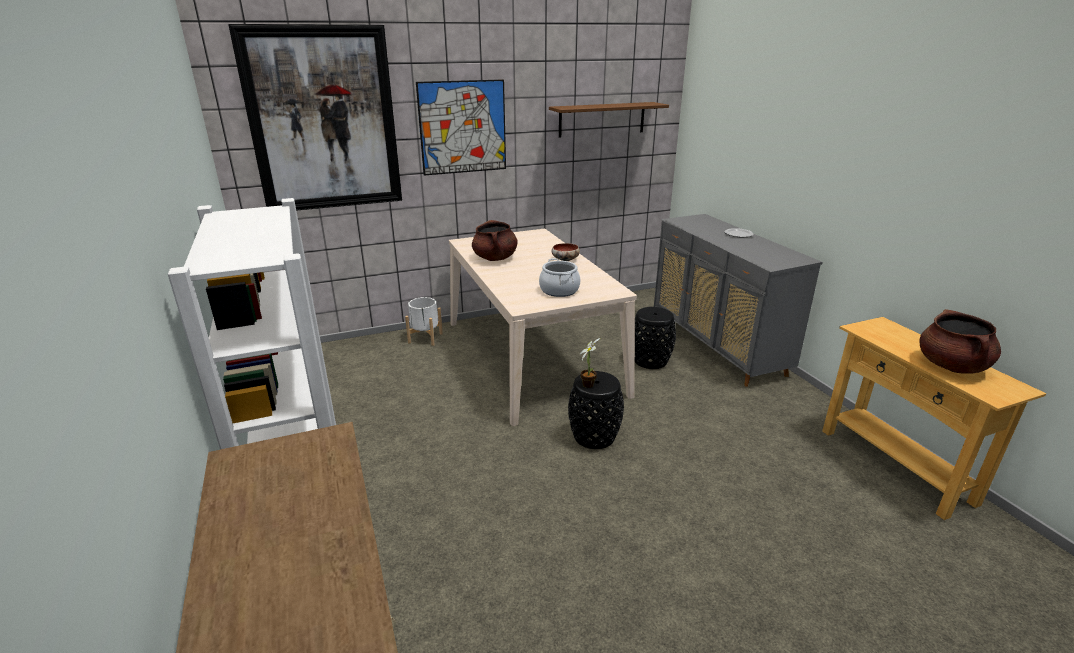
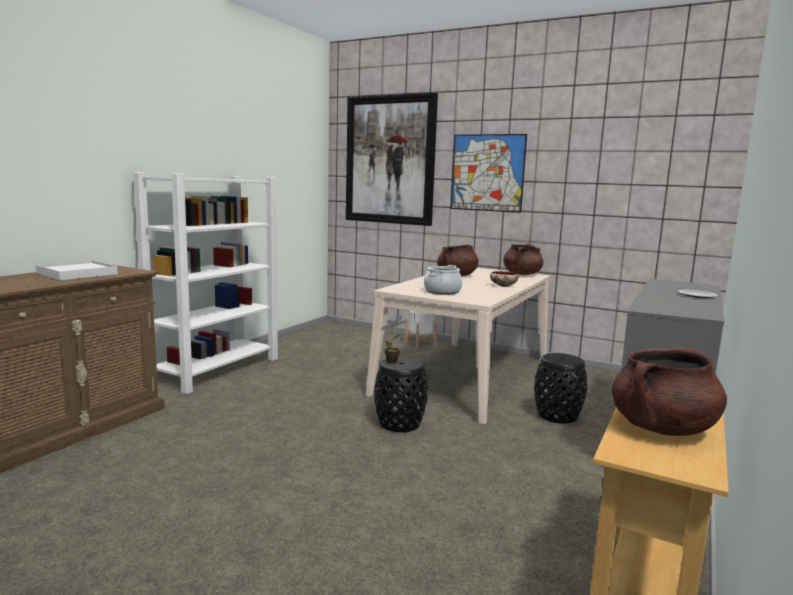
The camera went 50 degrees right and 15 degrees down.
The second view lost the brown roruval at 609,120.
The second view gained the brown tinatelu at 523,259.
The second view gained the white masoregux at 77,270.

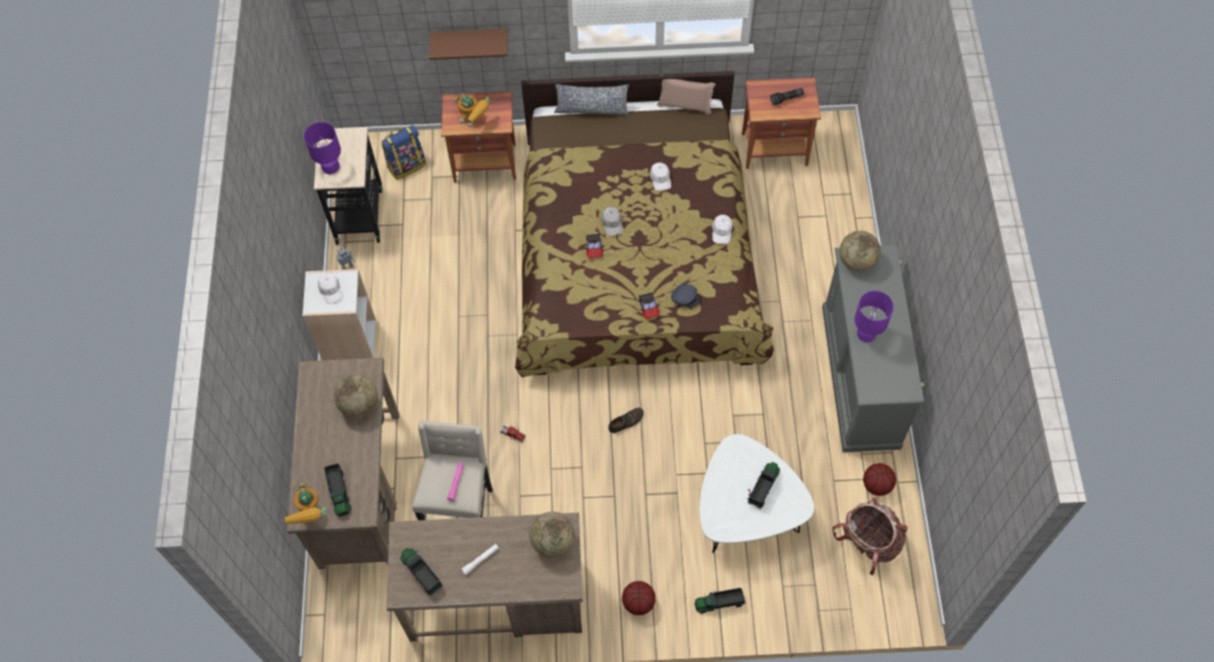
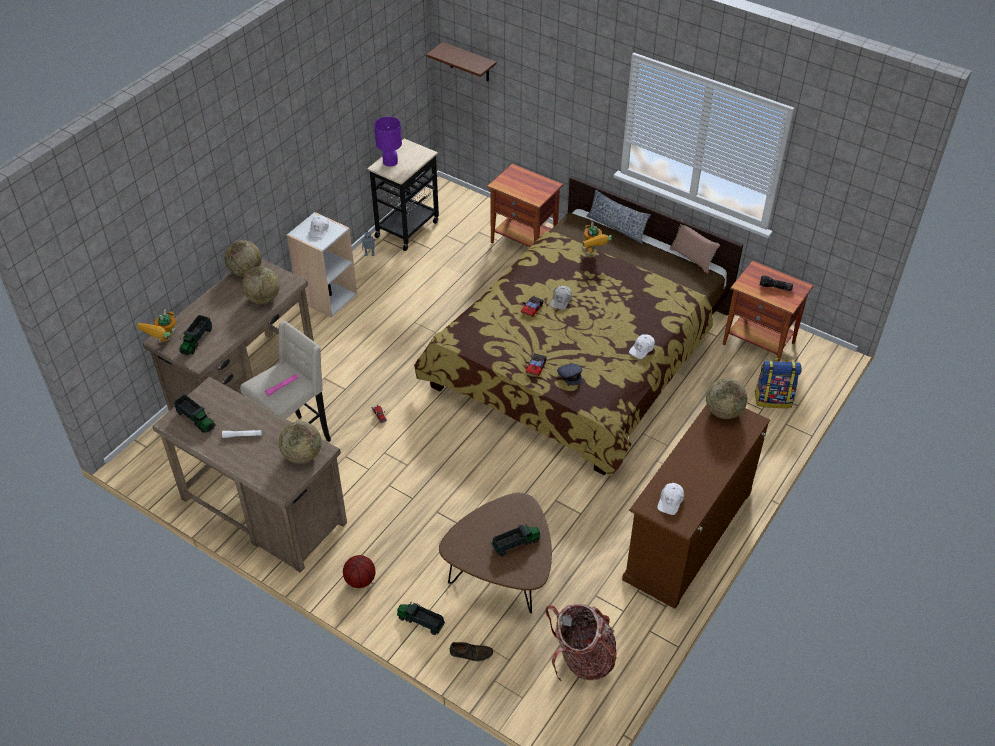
The camera went 35 degrees right and 15 degrees down.
The brown roruval ended up elsewhere, having gone from 468,44 to 461,61.
The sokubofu ended up elsewhere, having gone from 472,110 to 597,239.
The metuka ended up elsewhere, having gone from 403,152 to 778,383.
The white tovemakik ended up elsewhere, having gone from 660,177 to 670,499.
What was the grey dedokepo at 873,348 turned into the brown dedokepo at 696,506.
The second view lost the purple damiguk at 874,316.
The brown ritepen ended up elsewhere, having gone from 626,420 to 471,651.
What was the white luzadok at 756,493 turned into the brown luzadok at 495,553.
The second view lost the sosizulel at 879,479.
The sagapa at 421,572 ended up facing another way, 135 degrees clockwise from before.
The second view gained the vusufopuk at 243,258.

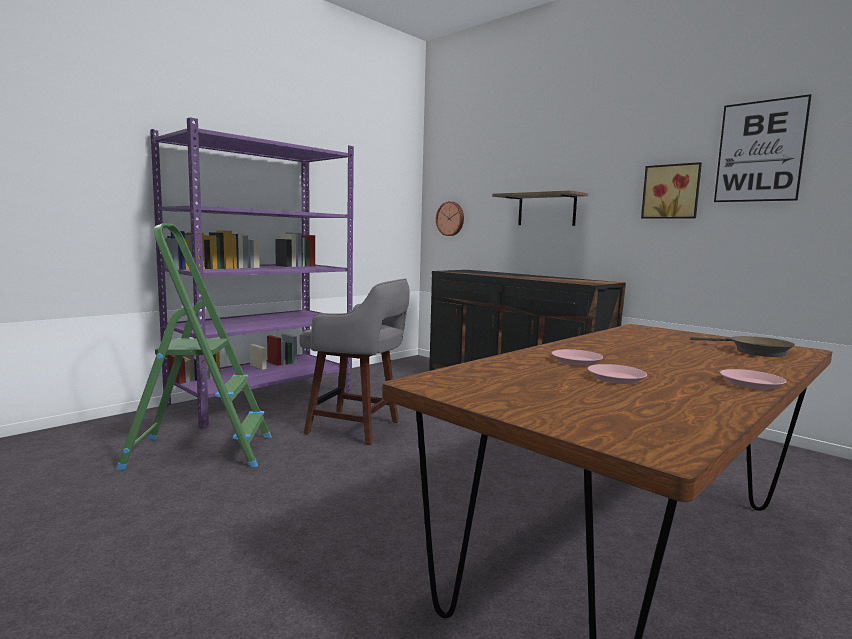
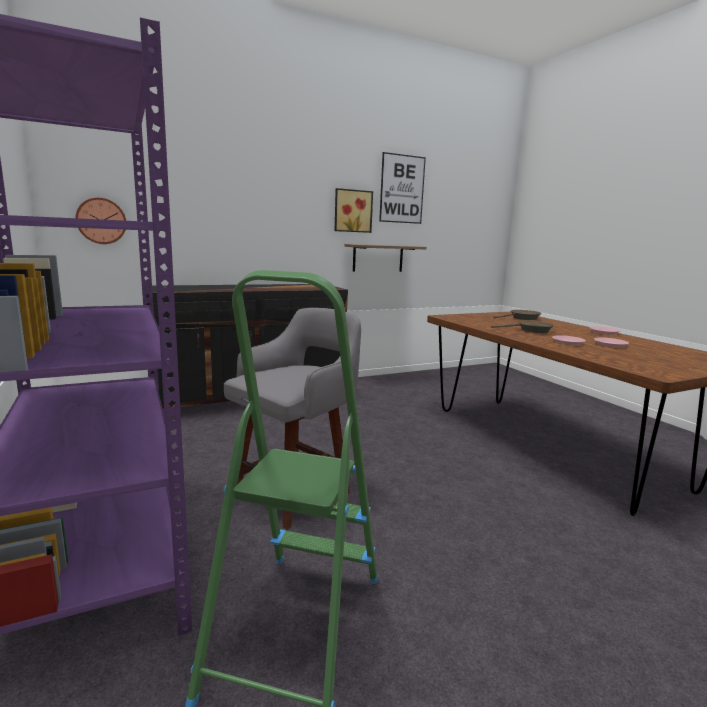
The camera went 70 degrees left and 5 degrees up.
The roruval ended up elsewhere, having gone from 540,208 to 385,258.
The second view gained the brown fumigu at 522,326.

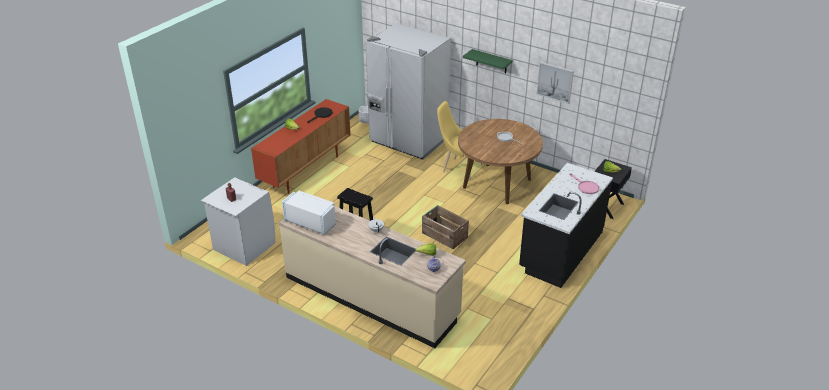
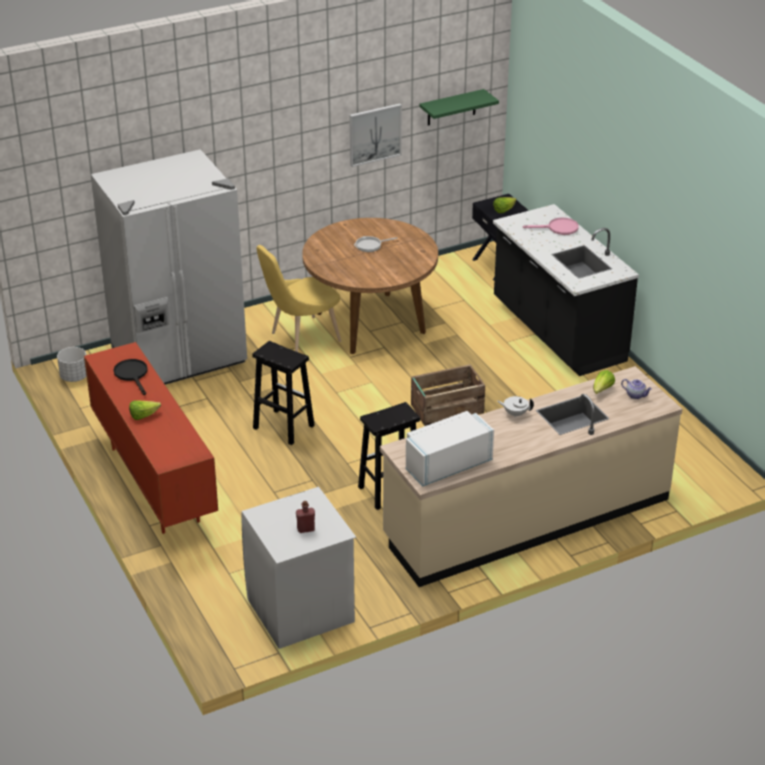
The camera went 60 degrees left and 0 degrees up.
The green roruval ended up elsewhere, having gone from 488,61 to 459,107.
The second view gained the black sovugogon at 283,393.

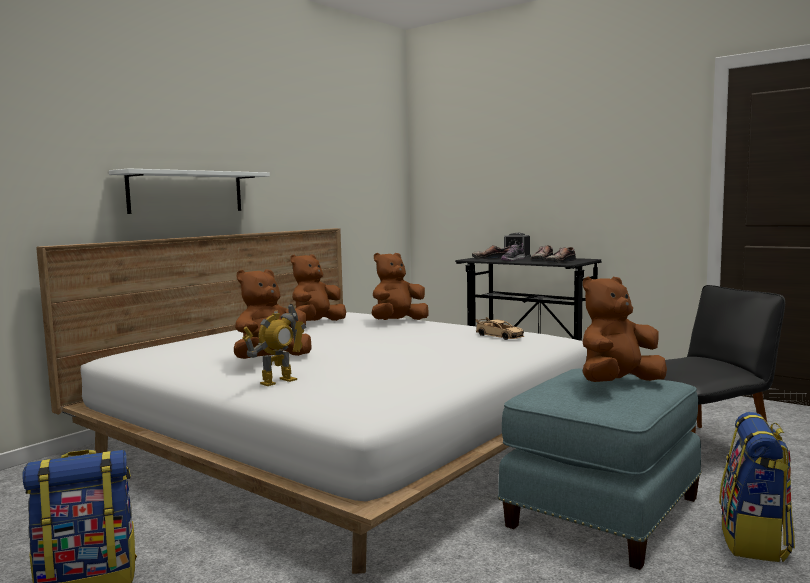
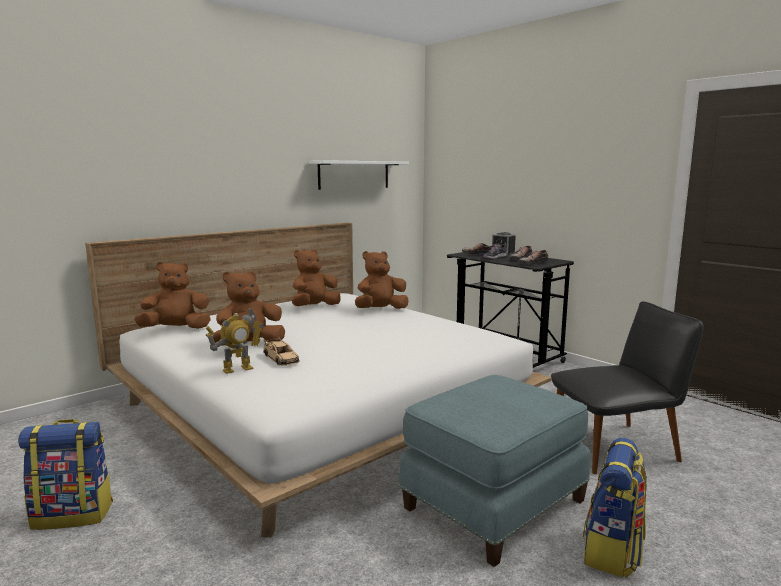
The camera went 10 degrees right and 5 degrees up.
The white roruval ended up elsewhere, having gone from 189,191 to 359,175.
The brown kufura ended up elsewhere, having gone from 625,329 to 172,295.
The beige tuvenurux ended up elsewhere, having gone from 499,328 to 281,351.

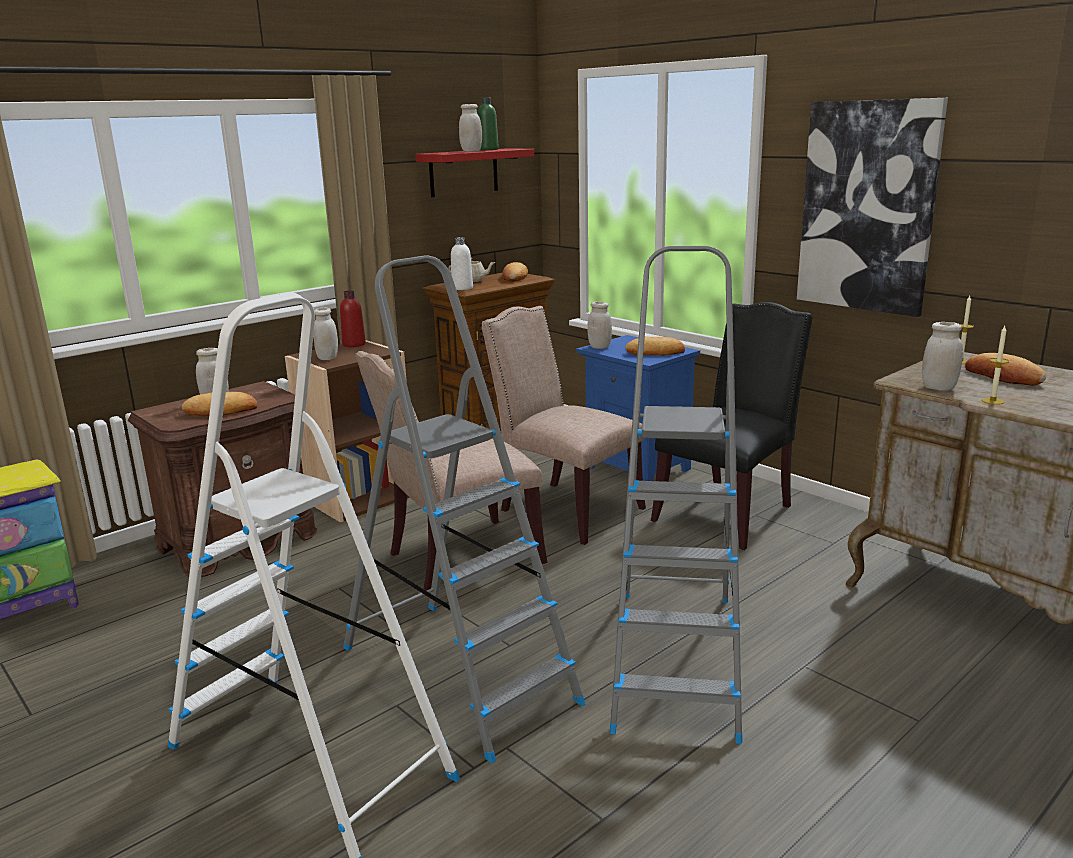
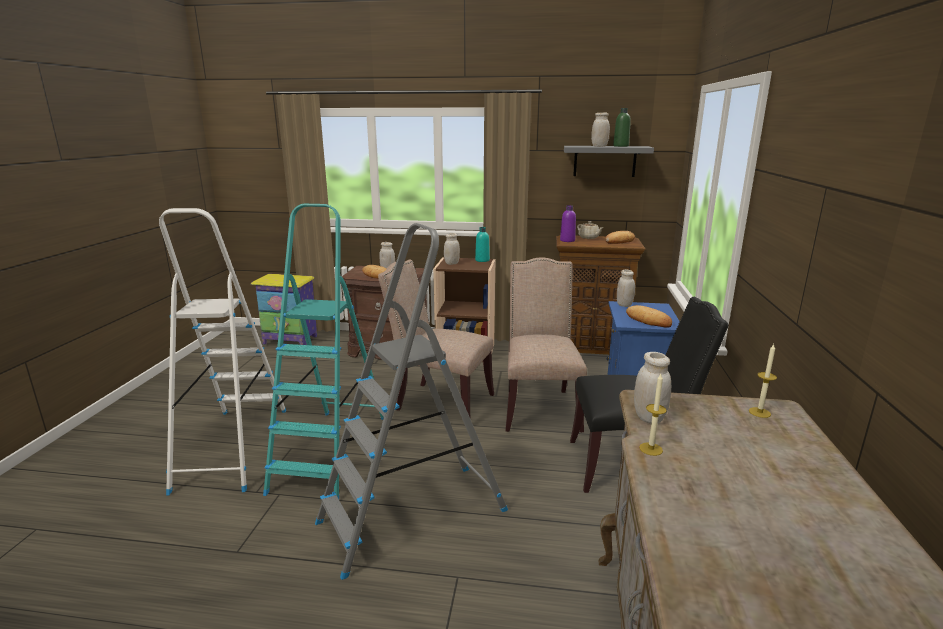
The camera went 50 degrees right and 0 degrees up.
The second view lost the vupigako at 872,207.
What was the red roruval at 474,172 turned into the grey roruval at 609,161.
What was the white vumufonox at 462,263 turned into the purple vumufonox at 568,223.
What was the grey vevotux at 464,509 turned into the turquoise vevotux at 323,351.
What was the red vumufonox at 353,318 turned into the turquoise vumufonox at 482,244.
The second view lost the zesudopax at 1005,369.

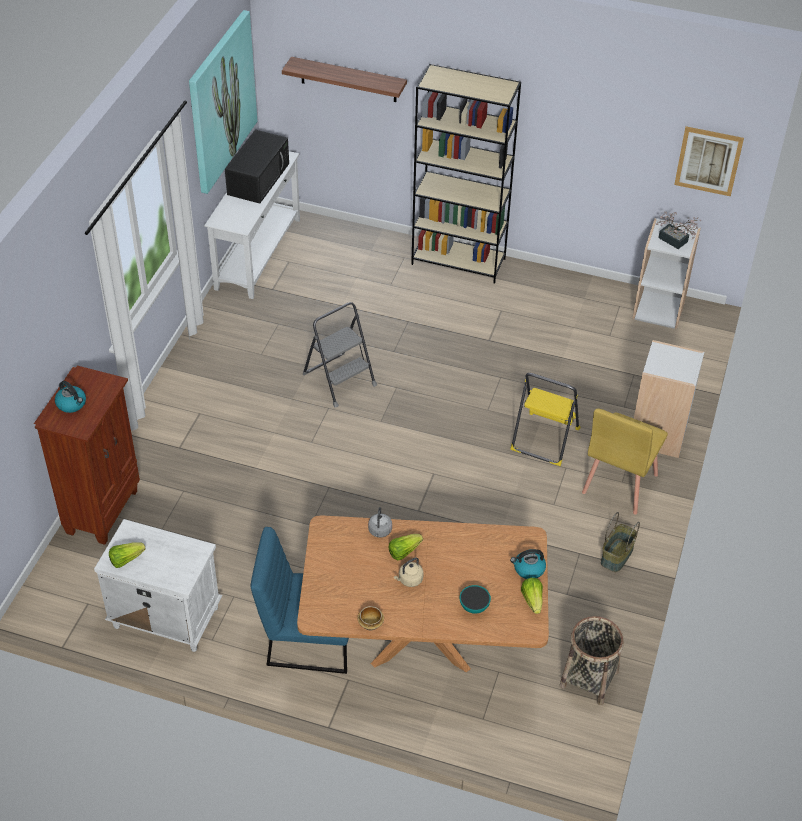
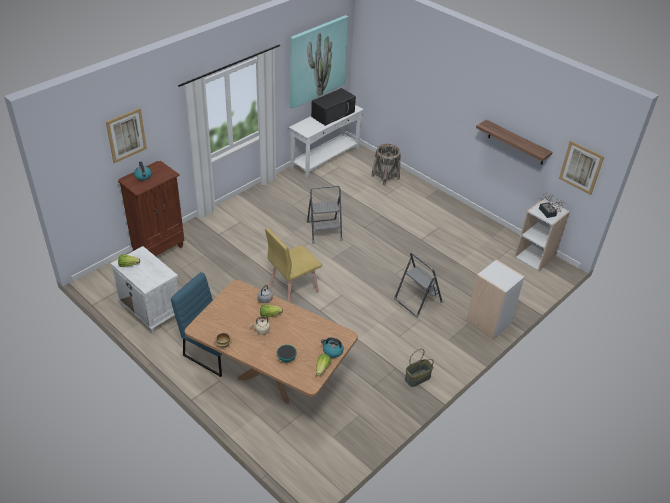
The camera went 25 degrees right and 5 degrees down.
The roruval ended up elsewhere, having gone from 344,79 to 514,142.
The second view lost the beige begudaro at 466,174.
What was the yellow vevotux at 545,419 turned into the grey vevotux at 418,285.
The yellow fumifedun ended up elsewhere, having gone from 625,462 to 293,265.
The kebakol ended up elsewhere, having gone from 592,660 to 385,165.
The second view gained the vupigako at 126,135.

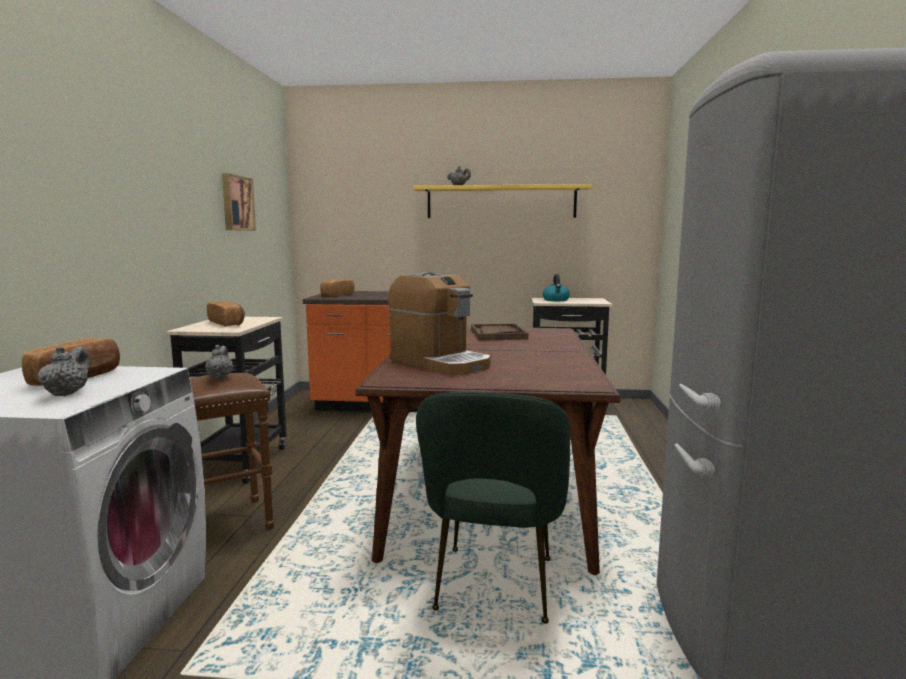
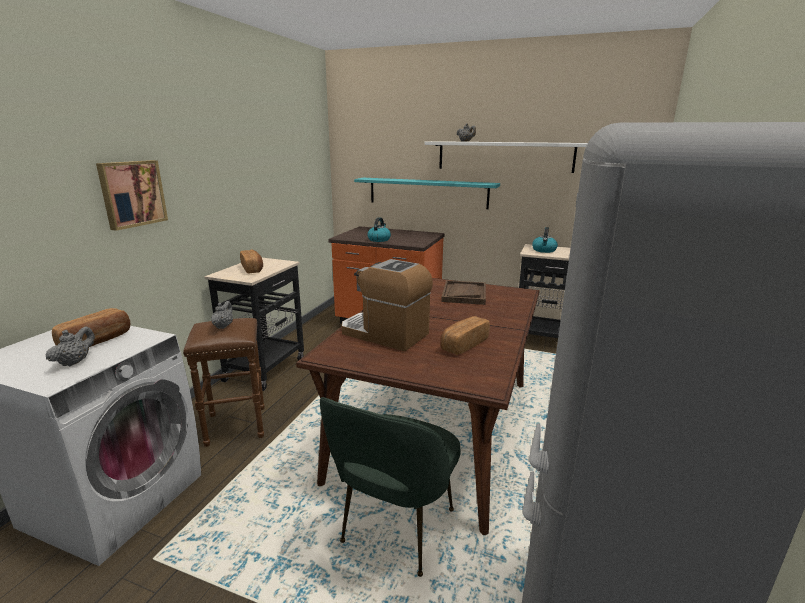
The camera went 15 degrees right and 10 degrees up.
The vupigako ended up elsewhere, having gone from 239,202 to 132,195.
What was the yellow roruval at 502,201 turned into the white roruval at 506,157.
The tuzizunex at 439,323 ended up facing another way, 150 degrees clockwise from before.
The zesudopax ended up elsewhere, having gone from 337,287 to 465,335.
The second view gained the turquoise roruval at 427,193.
The second view gained the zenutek at 379,229.

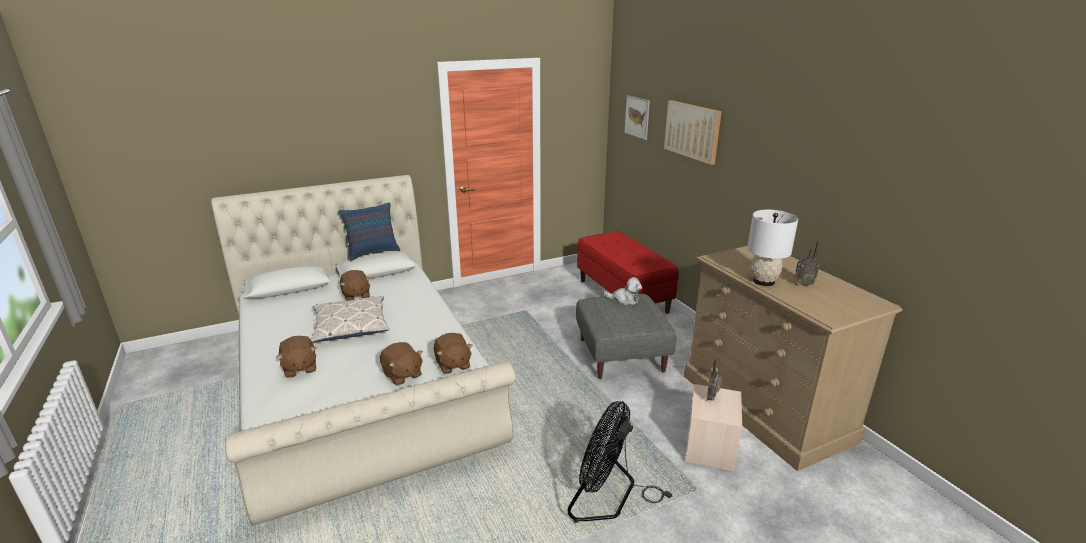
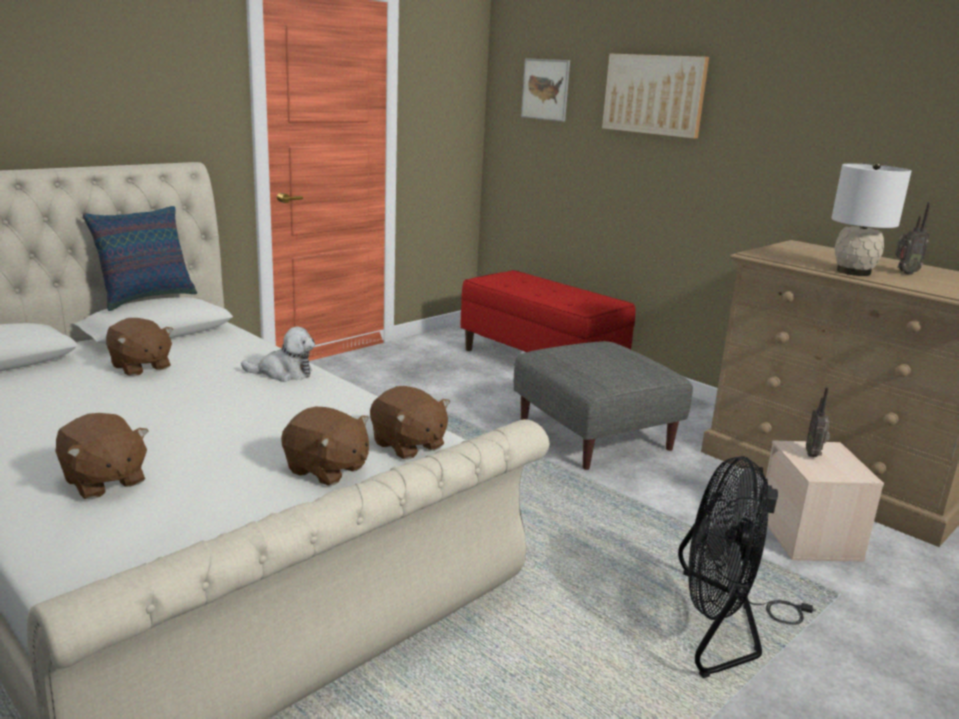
The camera went 20 degrees left and 5 degrees down.
The kufura ended up elsewhere, having gone from 623,291 to 278,354.
The second view lost the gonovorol at 349,319.

